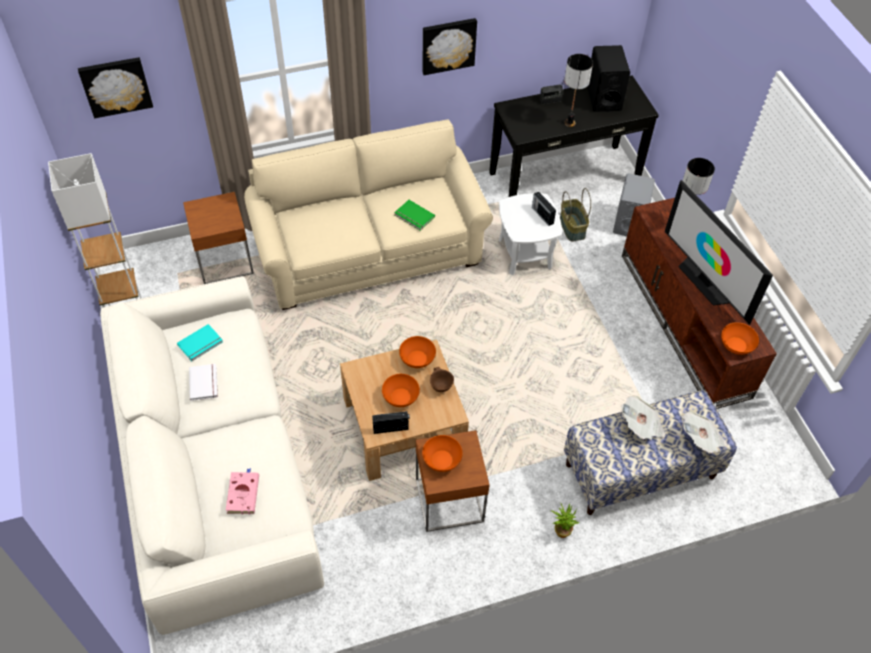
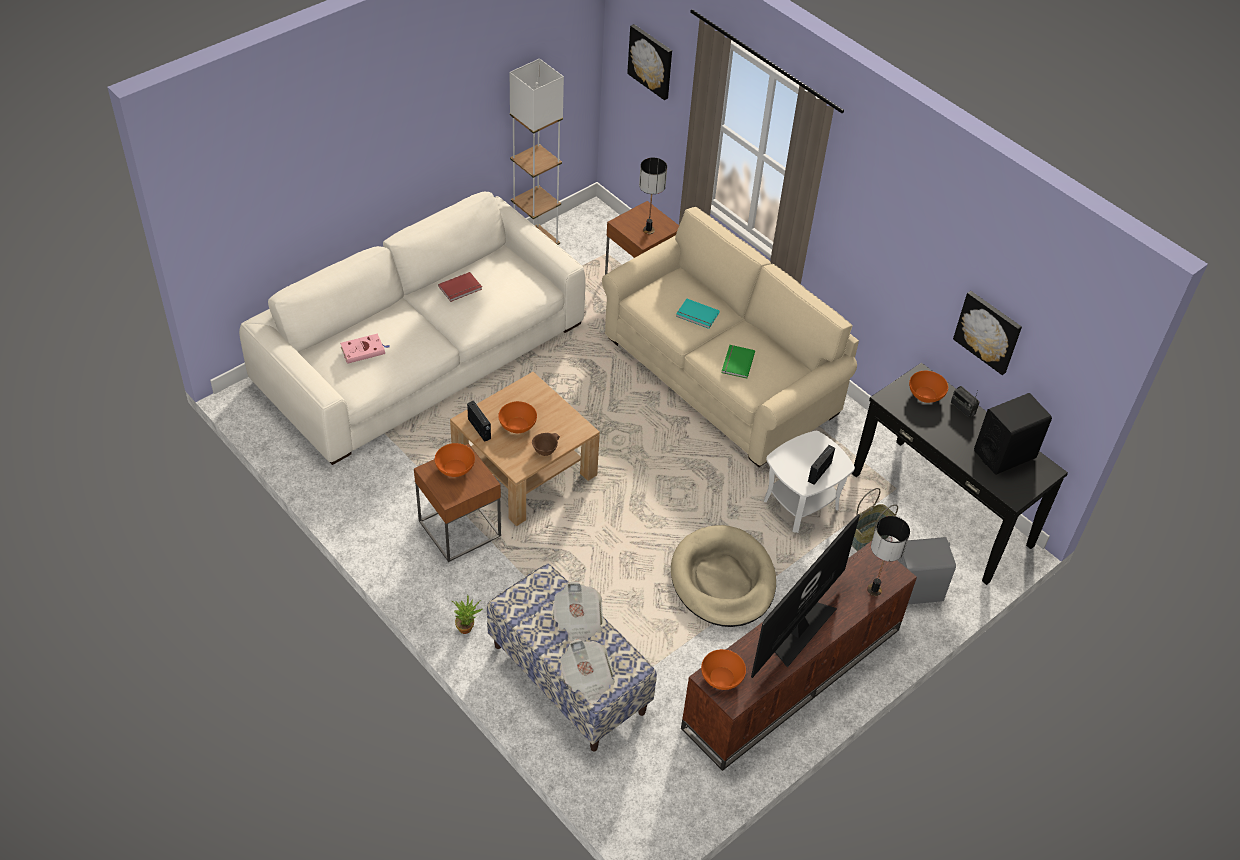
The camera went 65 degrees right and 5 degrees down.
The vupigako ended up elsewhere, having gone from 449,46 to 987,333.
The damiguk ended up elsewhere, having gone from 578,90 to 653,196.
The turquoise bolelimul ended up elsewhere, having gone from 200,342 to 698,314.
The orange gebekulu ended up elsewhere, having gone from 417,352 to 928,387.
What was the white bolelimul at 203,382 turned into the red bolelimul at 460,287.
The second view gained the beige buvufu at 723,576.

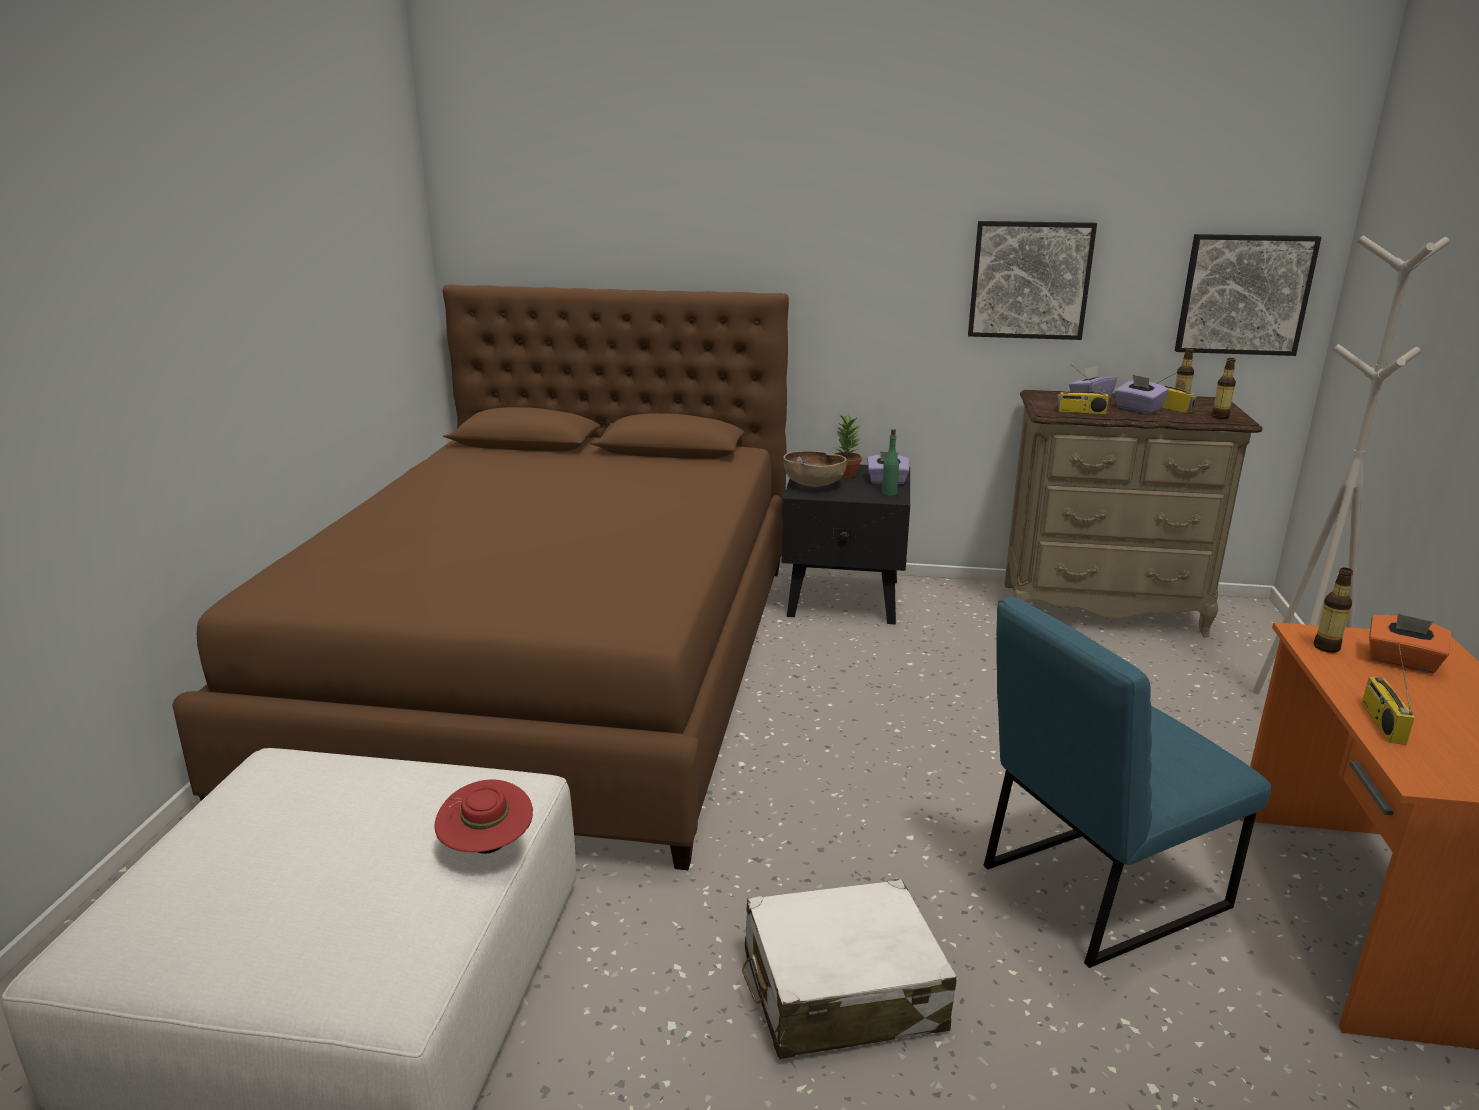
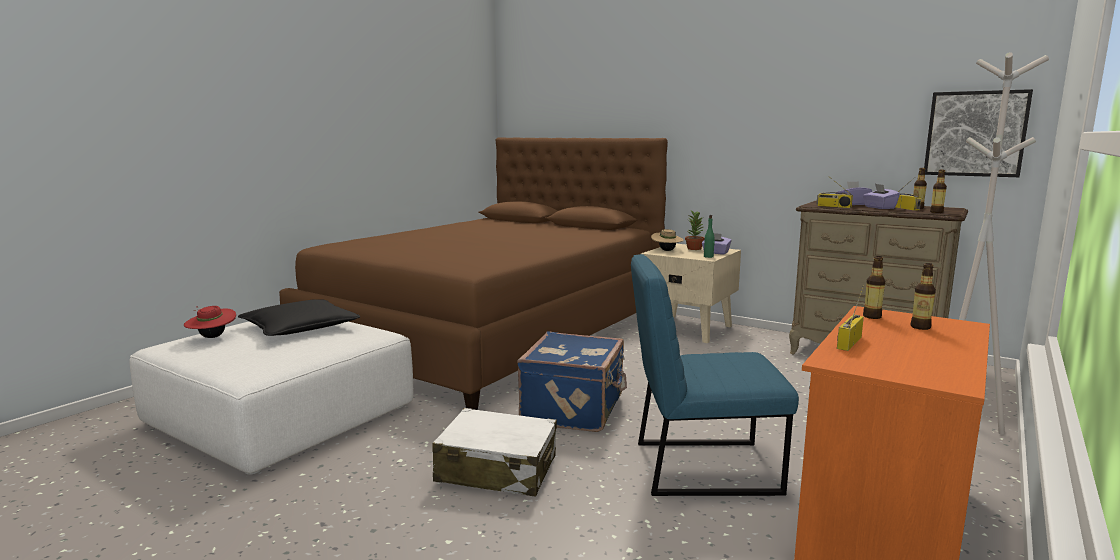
The camera went 25 degrees right and 10 degrees down.
The second view lost the vupigako at 1032,280.
Where the brown gebekulu stood at 815,469, the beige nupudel came to stand at 667,240.
What was the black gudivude at 846,543 turned into the beige gudivude at 691,293.
Where the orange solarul stood at 1410,643, the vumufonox came to stand at 923,296.
The red nupudel ended up elsewhere, having gone from 483,816 to 210,322.
The second view gained the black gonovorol at 299,317.
The second view gained the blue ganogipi at 572,381.

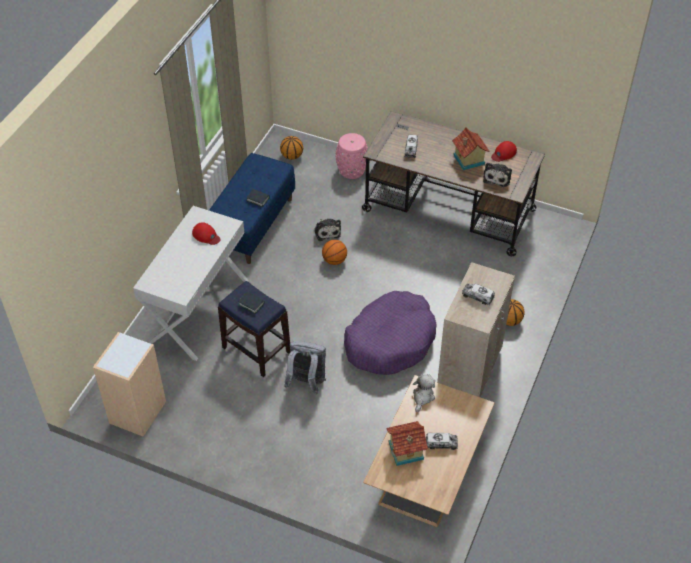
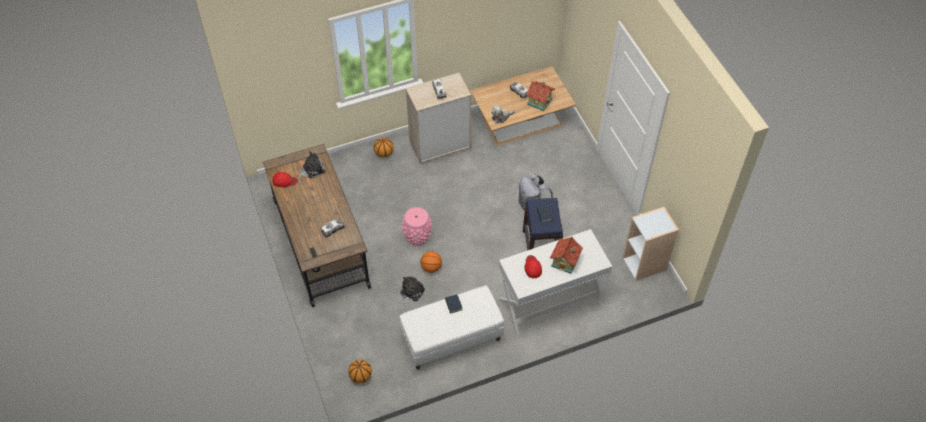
The camera went 135 degrees left and 5 degrees up.
The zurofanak ended up elsewhere, having gone from 470,149 to 566,255.
The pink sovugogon ended up elsewhere, having gone from 352,156 to 417,226.
What was the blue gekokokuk at 252,208 turned into the white gekokokuk at 451,328.
The second view lost the purple buvufu at 390,333.

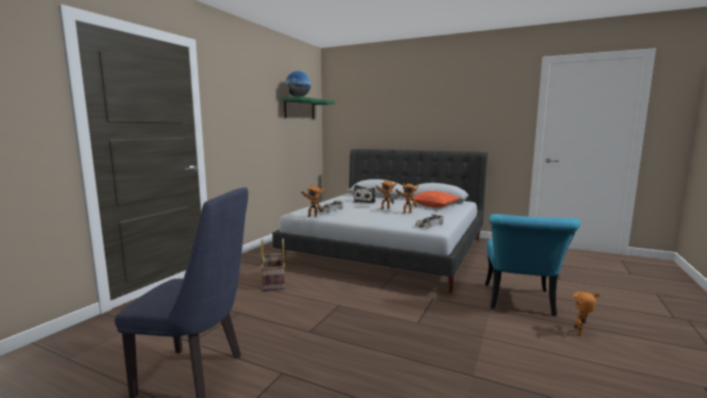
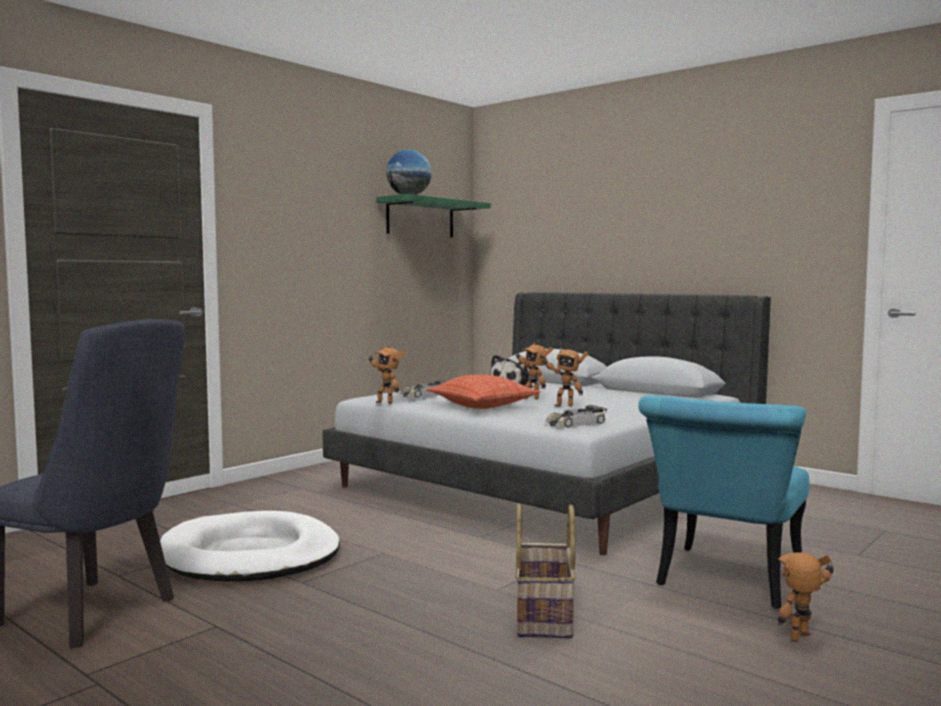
The camera went 15 degrees right and 5 degrees down.
The orange gonovorol ended up elsewhere, having gone from 437,199 to 483,392.
The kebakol ended up elsewhere, having gone from 273,264 to 545,571.
The second view gained the white buvufu at 250,546.

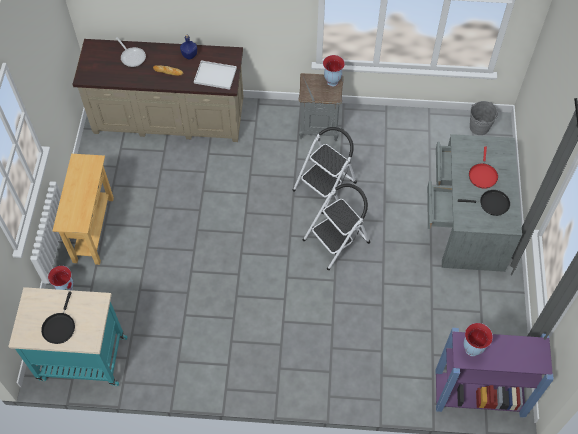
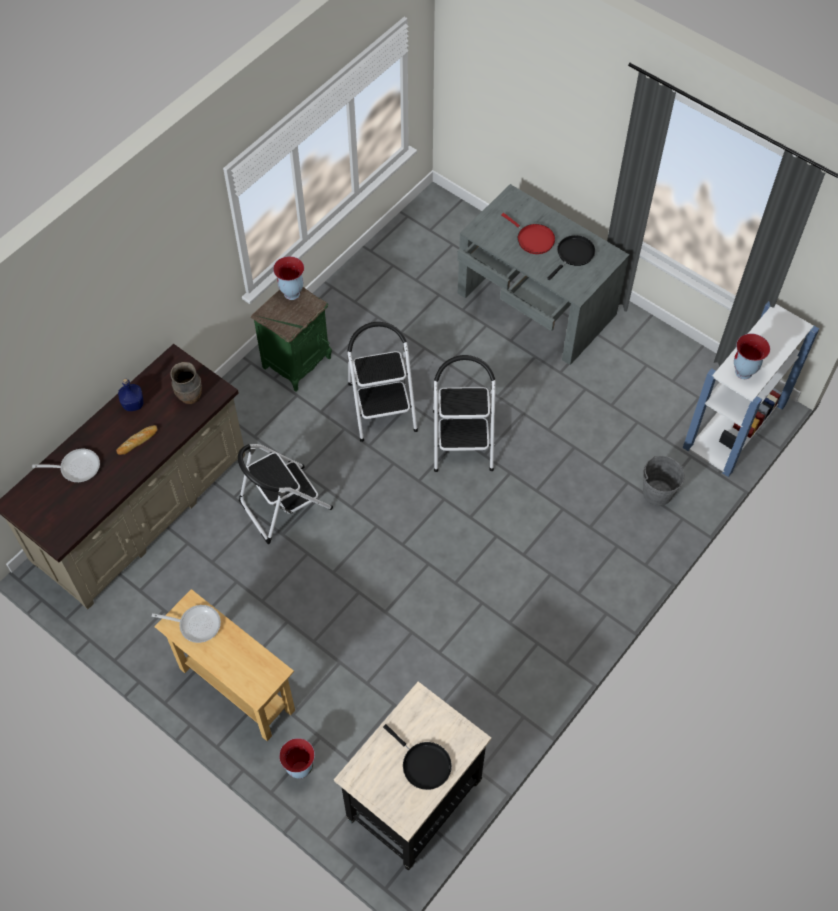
The camera went 55 degrees left and 0 degrees up.
Where the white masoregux stood at 215,75, the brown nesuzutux came to stand at 186,383.
What was the grey gudivude at 321,107 turned into the green gudivude at 291,339.
The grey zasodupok ended up elsewhere, having gone from 484,118 to 664,481.
What was the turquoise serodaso at 67,336 turned into the black serodaso at 413,775.
What was the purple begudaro at 494,373 turned into the white begudaro at 751,389.
The second view gained the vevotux at 285,494.
The second view gained the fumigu at 186,624.

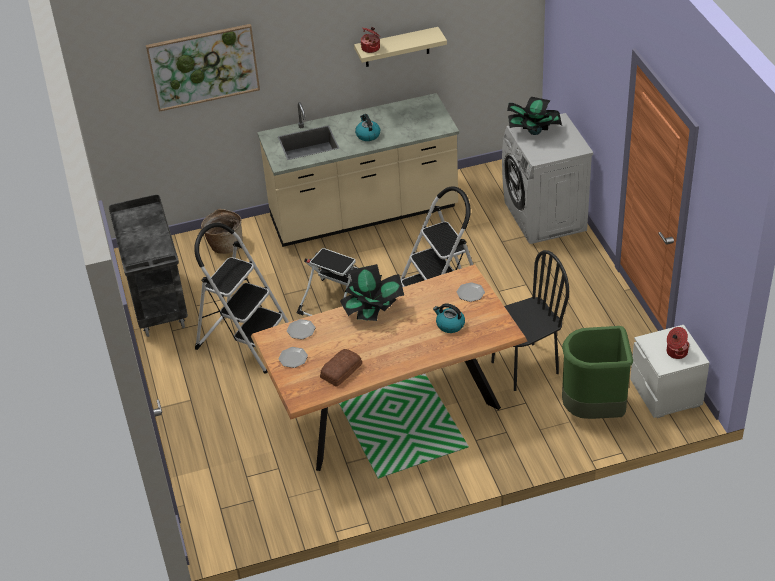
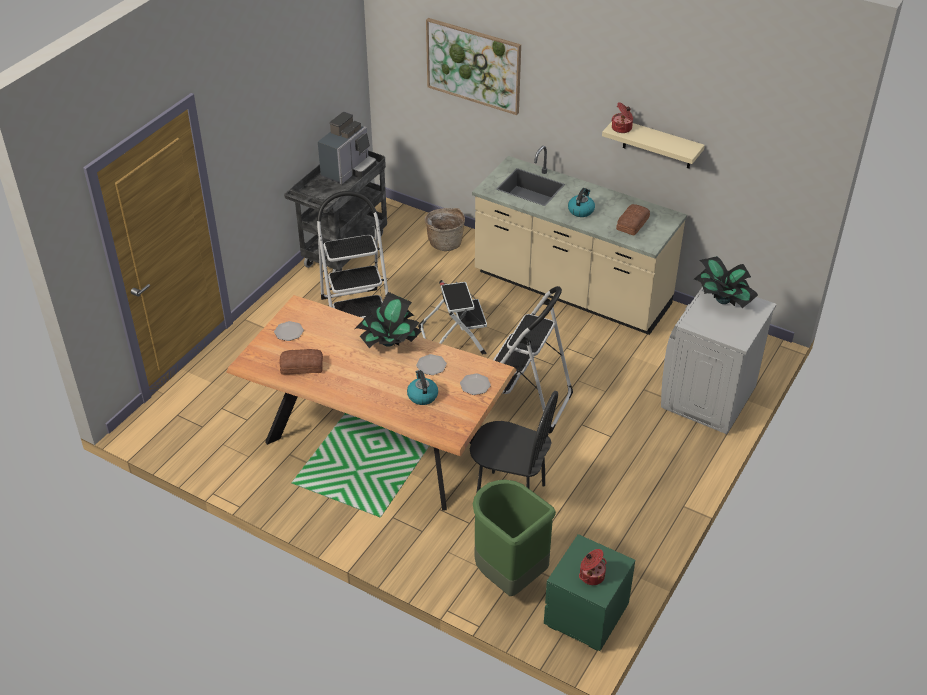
The camera went 45 degrees right and 0 degrees up.
The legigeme ended up elsewhere, having gone from 301,329 to 431,364.
What was the white gudivude at 670,371 turned into the green gudivude at 589,592.
The second view gained the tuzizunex at 347,148.
The second view gained the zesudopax at 633,220.

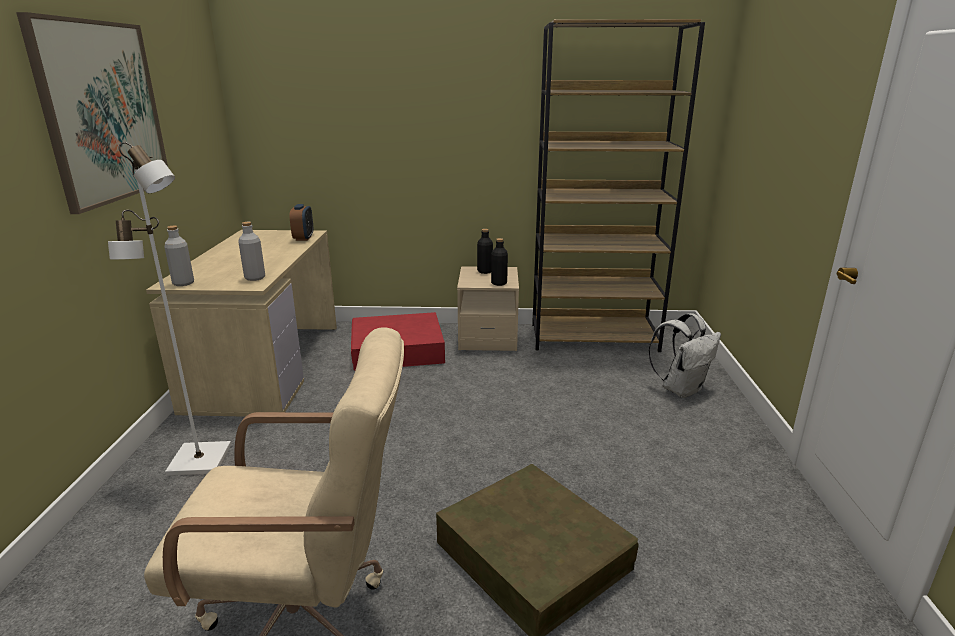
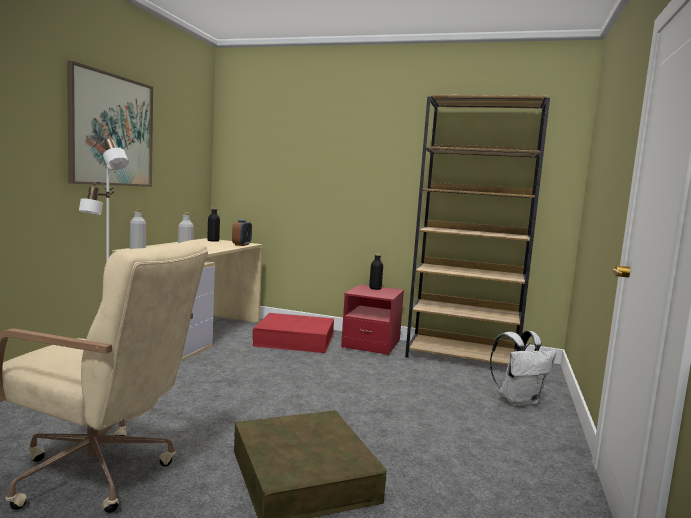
The camera went 15 degrees right and 15 degrees down.
The black vumufonox ended up elsewhere, having gone from 499,262 to 213,225.
What was the beige gudivude at 488,308 turned into the red gudivude at 372,319.

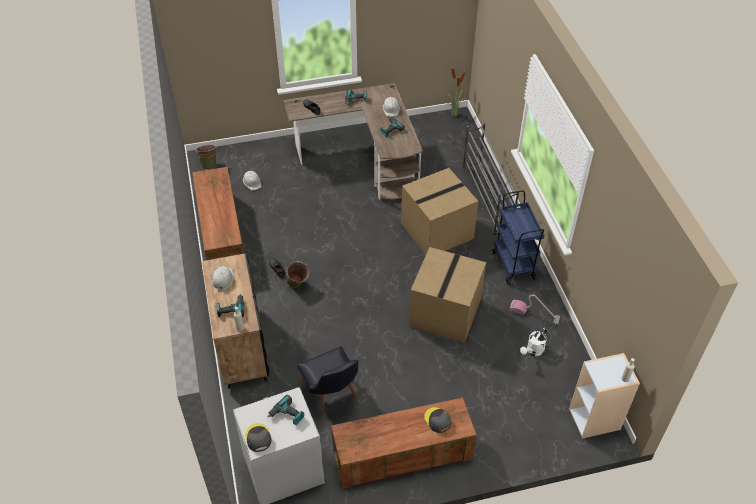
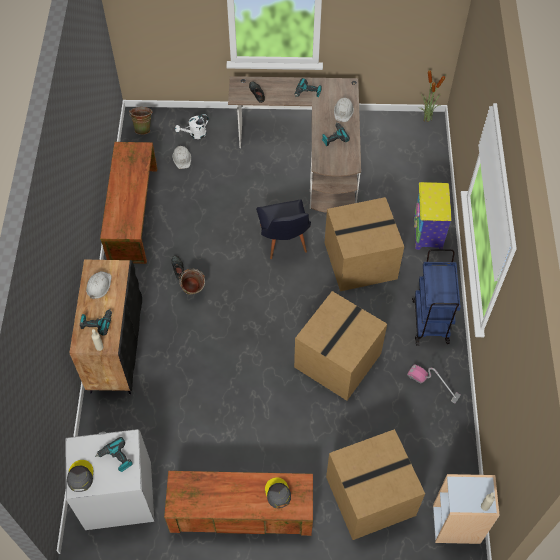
The camera went 15 degrees right and 10 degrees up.
Where the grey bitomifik stood at 491,180, the gudivude came to stand at 433,216.
The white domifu ended up elsewhere, having gone from 533,342 to 192,126.
The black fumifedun ended up elsewhere, having gone from 327,381 to 283,229.
The second view gained the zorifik at 375,484.

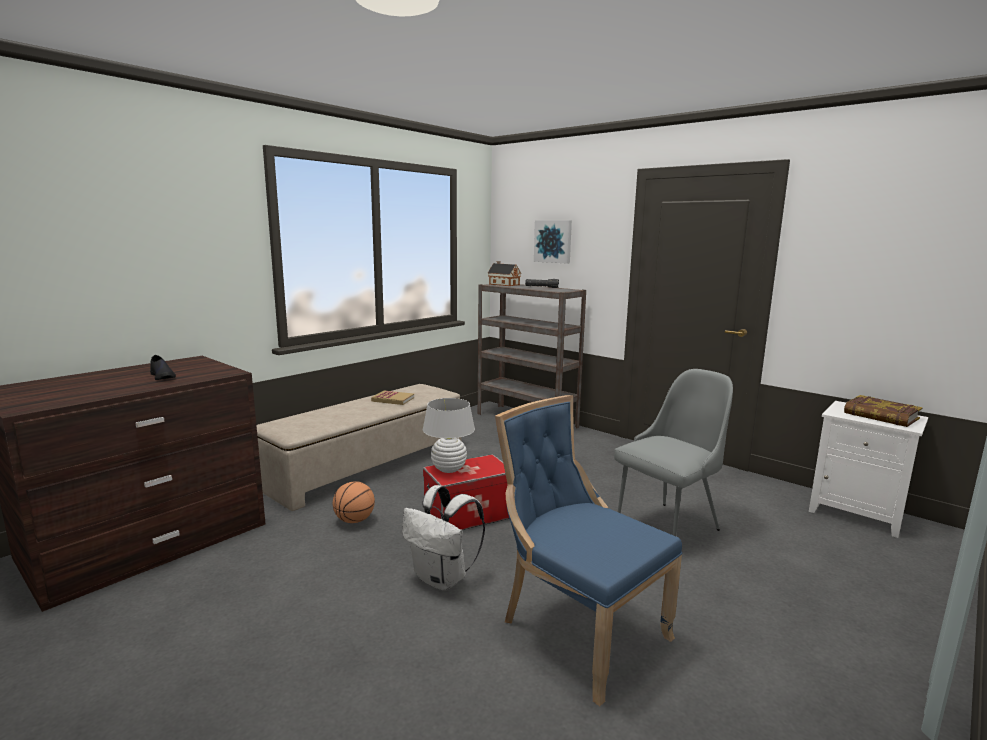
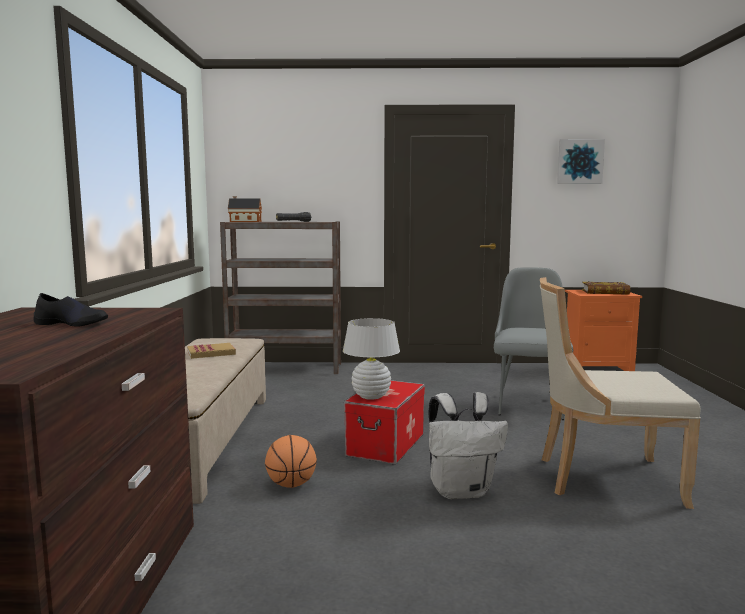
The camera went 40 degrees left and 5 degrees down.
The vupigako ended up elsewhere, having gone from 553,241 to 581,161.
What was the blue fumifedun at 589,550 turned into the beige fumifedun at 620,393.
What was the white gudivude at 868,469 turned into the orange gudivude at 603,330.

